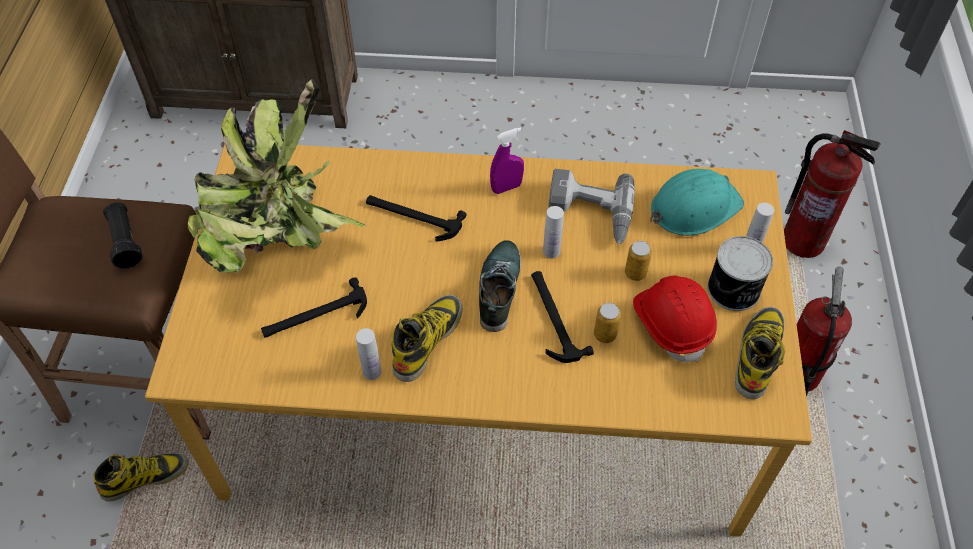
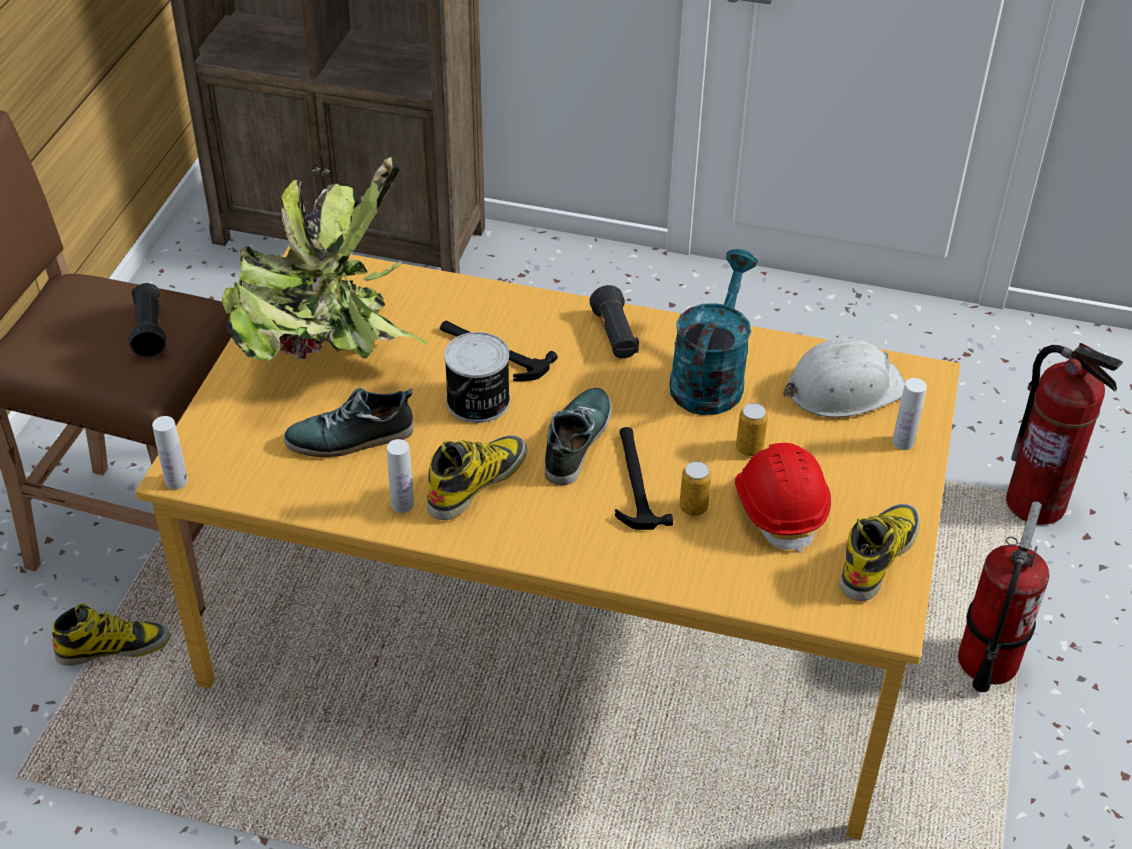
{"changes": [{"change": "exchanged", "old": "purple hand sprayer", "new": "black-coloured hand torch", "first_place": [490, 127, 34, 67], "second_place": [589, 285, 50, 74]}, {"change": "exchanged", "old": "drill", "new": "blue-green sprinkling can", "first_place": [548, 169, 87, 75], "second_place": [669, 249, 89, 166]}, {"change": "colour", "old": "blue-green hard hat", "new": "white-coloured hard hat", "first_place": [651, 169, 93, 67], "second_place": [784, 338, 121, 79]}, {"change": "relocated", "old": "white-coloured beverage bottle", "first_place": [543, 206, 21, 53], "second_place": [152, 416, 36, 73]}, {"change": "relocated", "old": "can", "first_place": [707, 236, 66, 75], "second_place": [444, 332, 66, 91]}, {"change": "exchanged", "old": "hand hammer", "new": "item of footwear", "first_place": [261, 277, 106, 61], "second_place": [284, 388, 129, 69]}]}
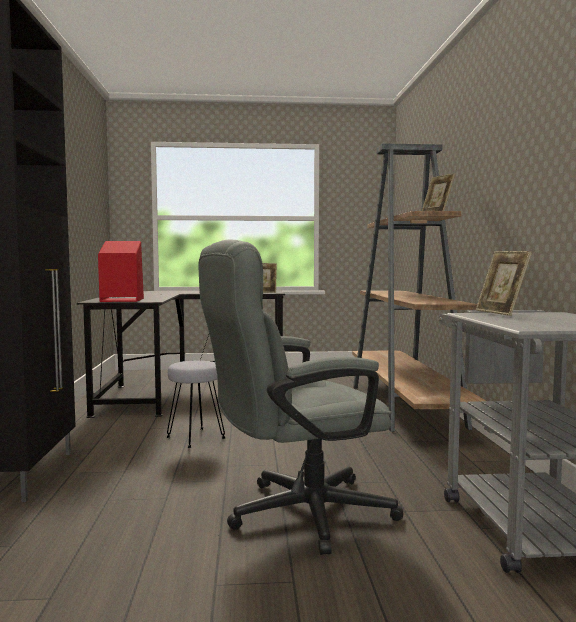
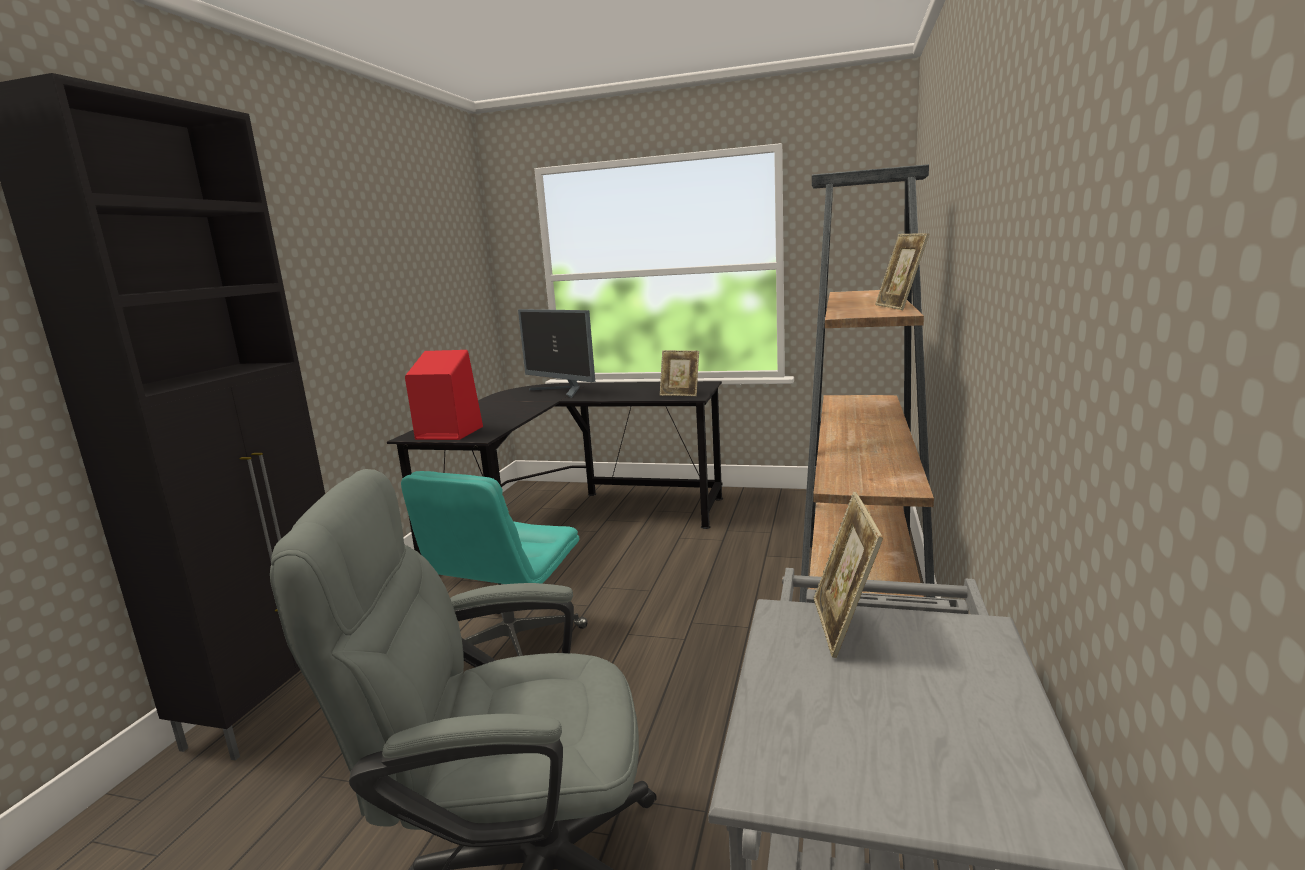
{"changes": [{"change": "exchanged", "old": "grey stool", "new": "blue-green office chair", "first_place": [167, 360, 59, 88], "second_place": [401, 471, 187, 185]}, {"change": "appeared", "new": "computer screen", "second_place": [518, 309, 77, 89]}]}
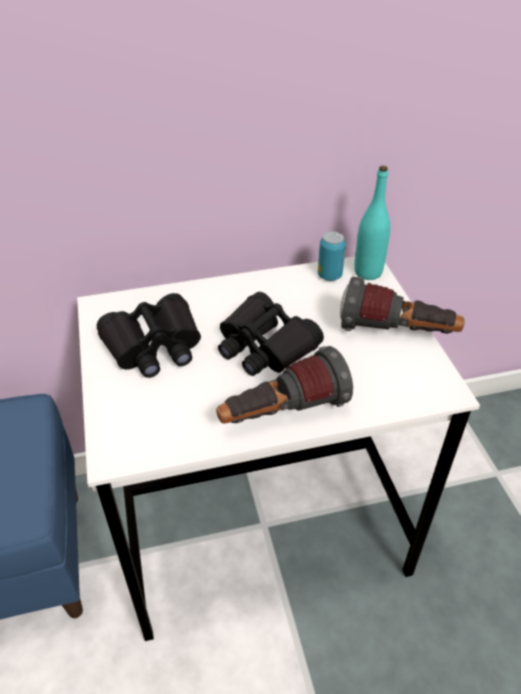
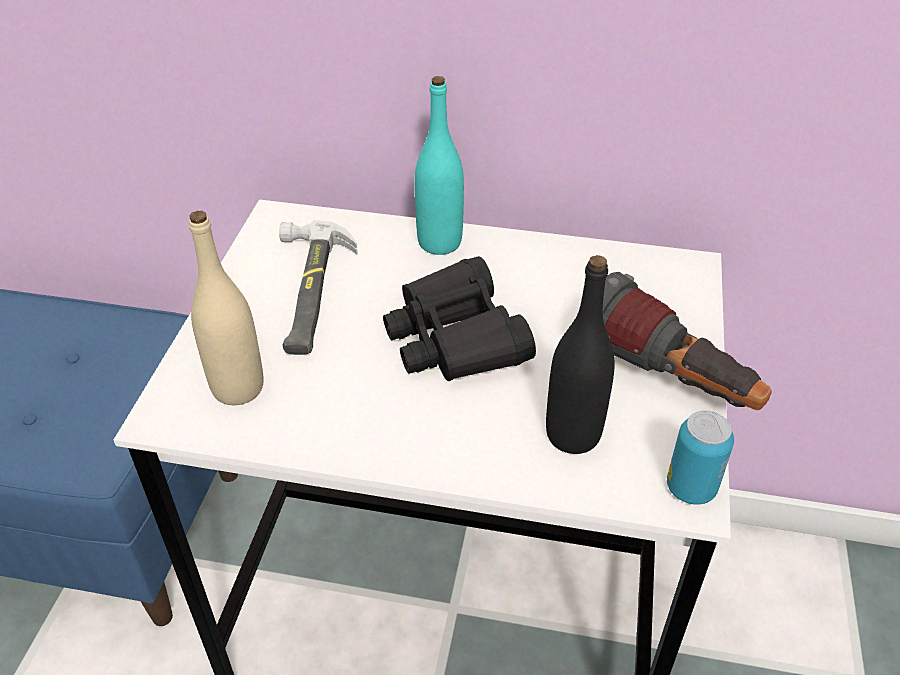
{"changes": [{"change": "relocated", "old": "blue-green beverage bottle", "first_place": [354, 166, 36, 114], "second_place": [415, 76, 49, 179]}, {"change": "relocated", "old": "can", "first_place": [318, 231, 28, 50], "second_place": [667, 411, 67, 94]}, {"change": "exchanged", "old": "black-coloured pair of binoculars", "new": "hand hammer", "first_place": [97, 293, 104, 85], "second_place": [279, 220, 79, 135]}, {"change": "missing", "old": "hand torch", "first_place": [216, 346, 137, 78]}, {"change": "appeared", "new": "beige-coloured beverage bottle", "second_place": [189, 211, 75, 194]}, {"change": "appeared", "new": "black-coloured beverage bottle", "second_place": [546, 255, 69, 199]}]}
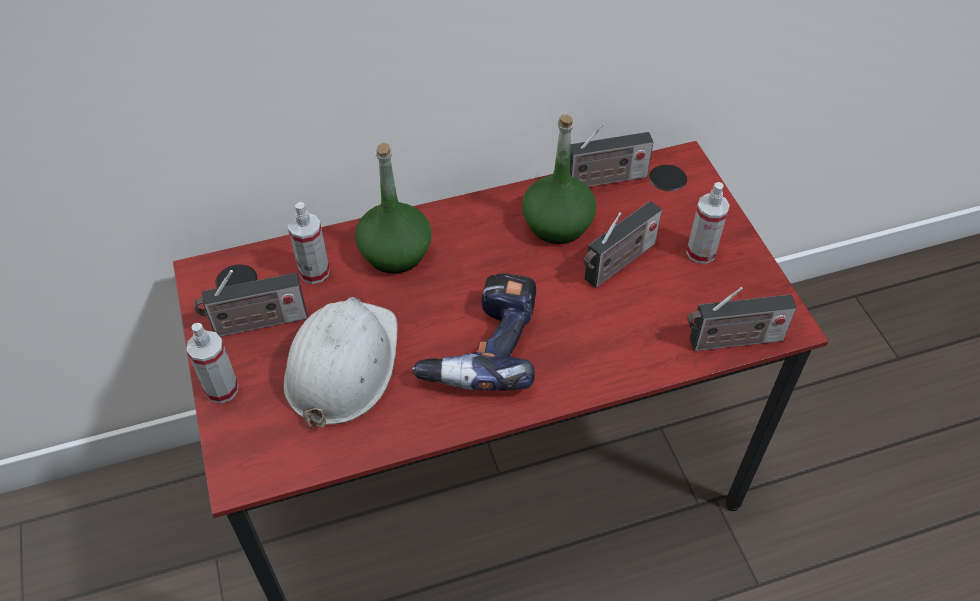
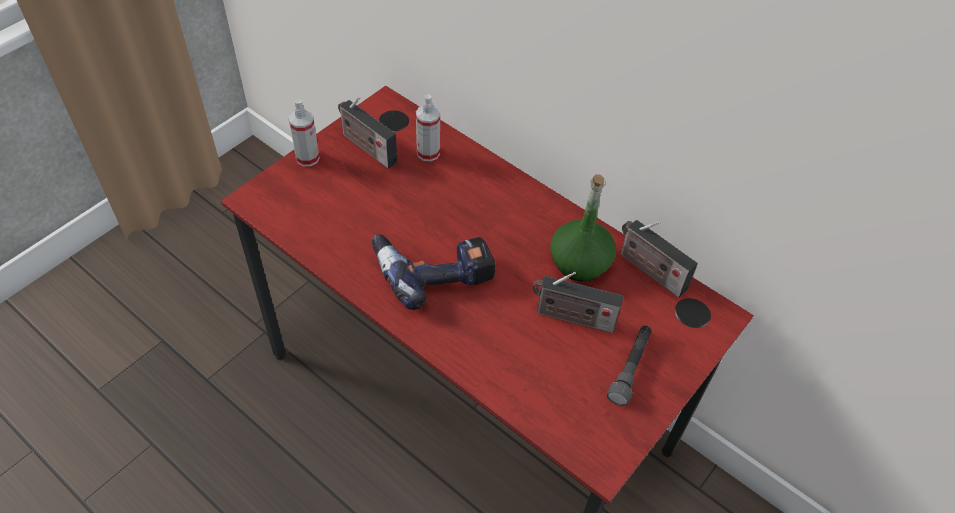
{"changes": [{"change": "missing", "old": "green-coloured beverage bottle", "first_place": [355, 143, 77, 130]}, {"change": "exchanged", "old": "hand sprayer", "new": "grey hand torch", "first_place": [686, 182, 44, 82], "second_place": [607, 325, 45, 81]}, {"change": "missing", "old": "radio", "first_place": [687, 287, 110, 64]}, {"change": "missing", "old": "white-coloured hard hat", "first_place": [284, 297, 114, 132]}]}
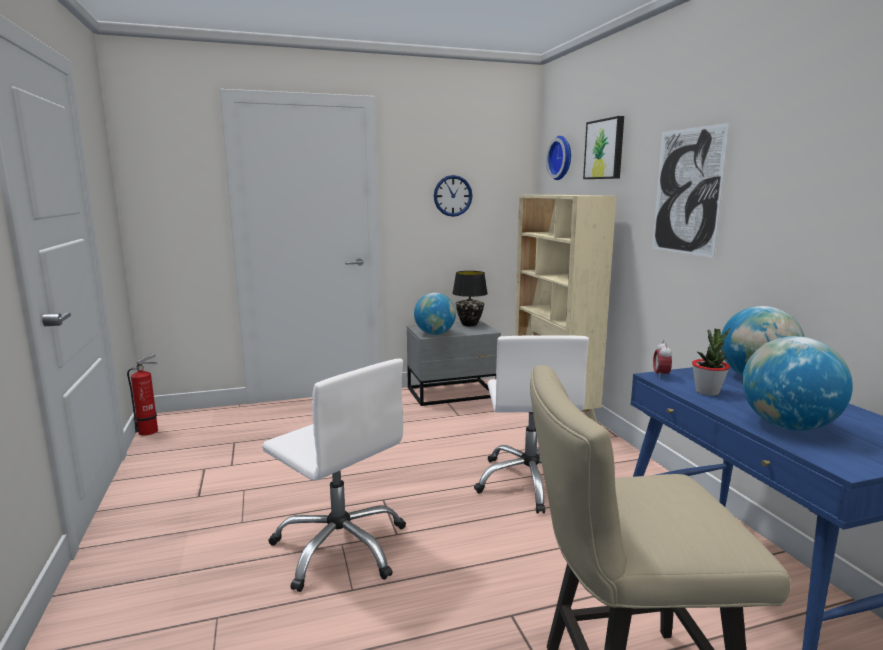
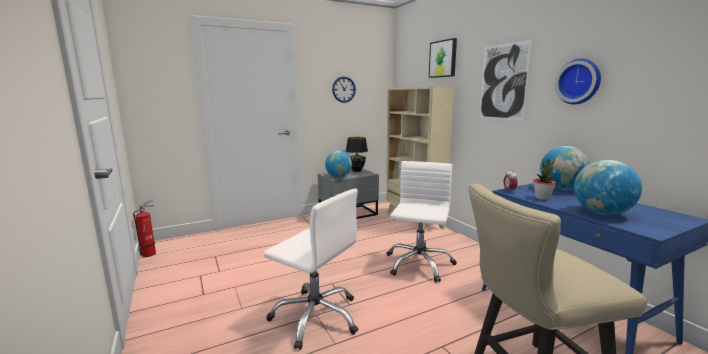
{"changes": [{"change": "relocated", "old": "hanging clock", "first_place": [546, 136, 25, 44], "second_place": [555, 59, 46, 45]}, {"change": "spun", "old": "white-coloured office chair", "first_place": [474, 335, 115, 179], "second_place": [387, 161, 70, 121], "degrees": -150}]}
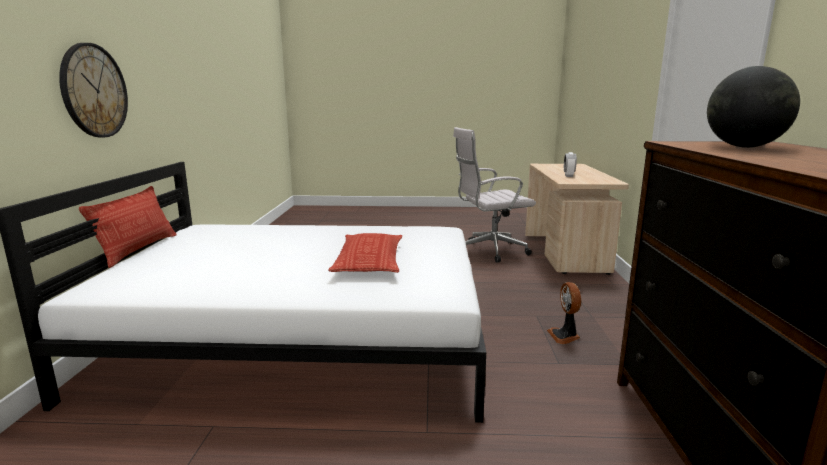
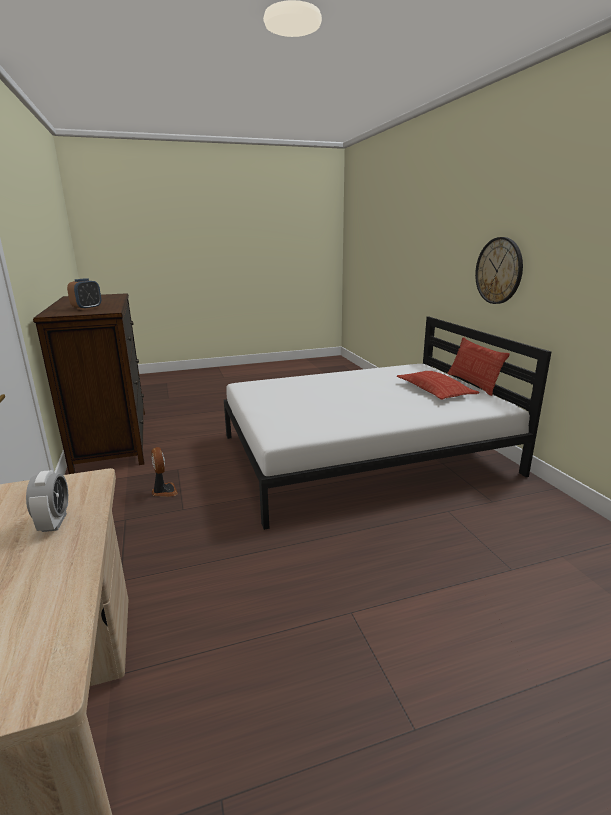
{"changes": [{"change": "exchanged", "old": "desk globe", "new": "alarm clock", "first_place": [707, 66, 93, 82], "second_place": [67, 278, 34, 32]}, {"change": "missing", "old": "white-coloured office chair", "first_place": [453, 127, 83, 136]}, {"change": "relocated", "old": "throw pillow", "first_place": [328, 233, 74, 40], "second_place": [397, 371, 83, 29]}]}
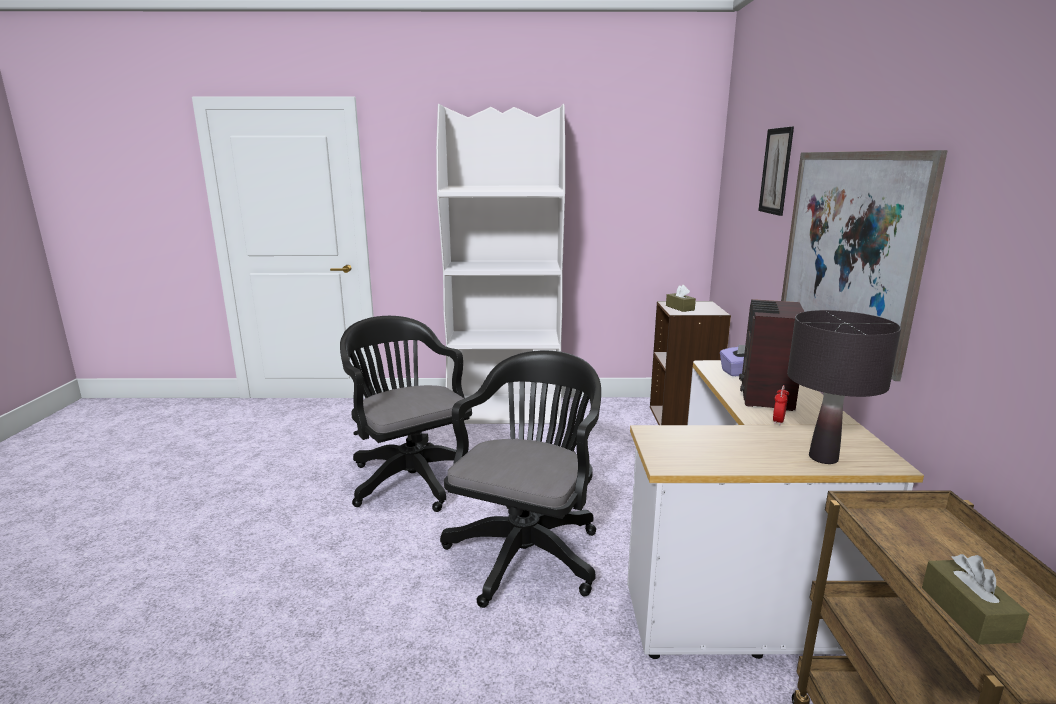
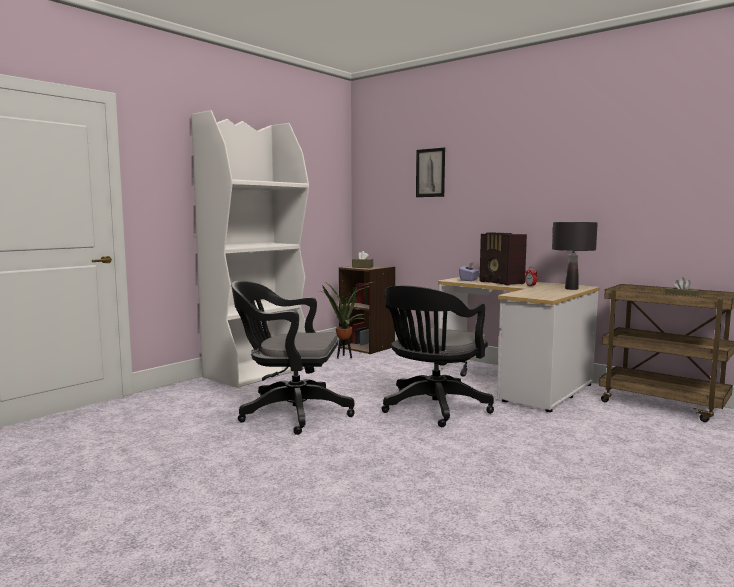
{"changes": [{"change": "missing", "old": "picture", "first_place": [781, 150, 167, 231]}, {"change": "spun", "old": "black-coloured office chair", "first_place": [440, 350, 161, 258], "second_place": [381, 286, 113, 141], "degrees": -120}, {"change": "appeared", "new": "houseplant", "second_place": [319, 282, 54, 77]}]}
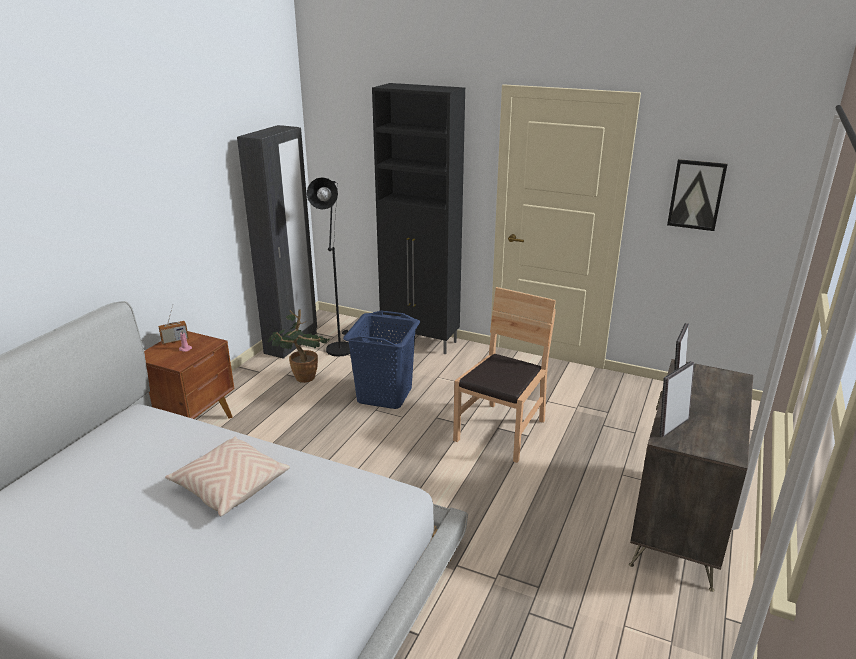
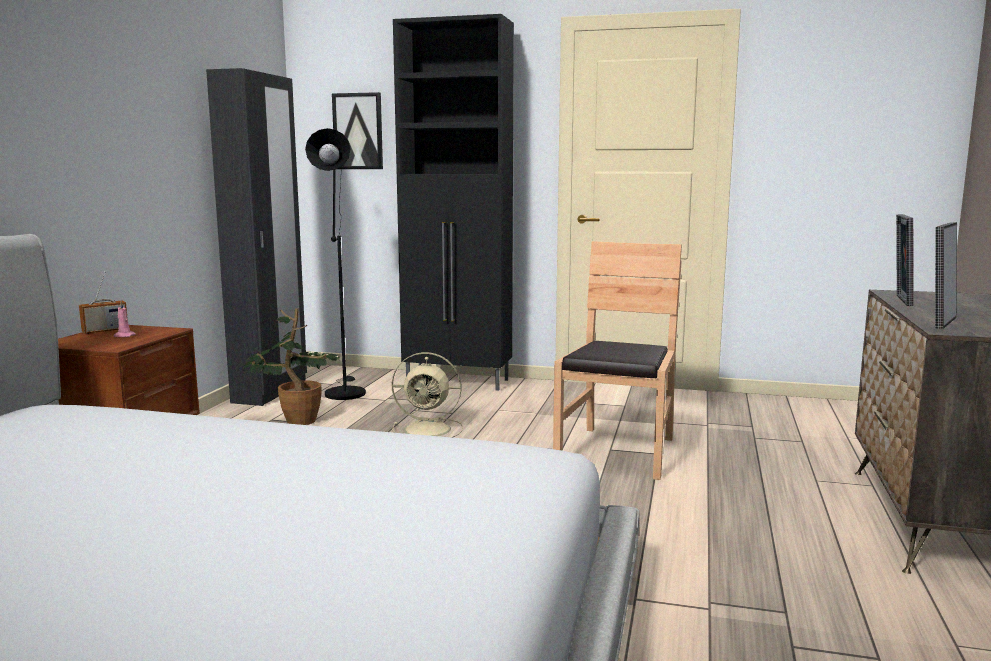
{"changes": [{"change": "relocated", "old": "picture", "first_place": [667, 159, 61, 72], "second_place": [332, 92, 51, 77]}, {"change": "exchanged", "old": "blue washing basket", "new": "beige-coloured fan", "first_place": [343, 311, 77, 98], "second_place": [392, 352, 71, 86]}, {"change": "missing", "old": "beige-coloured throw pillow", "first_place": [165, 436, 125, 80]}]}
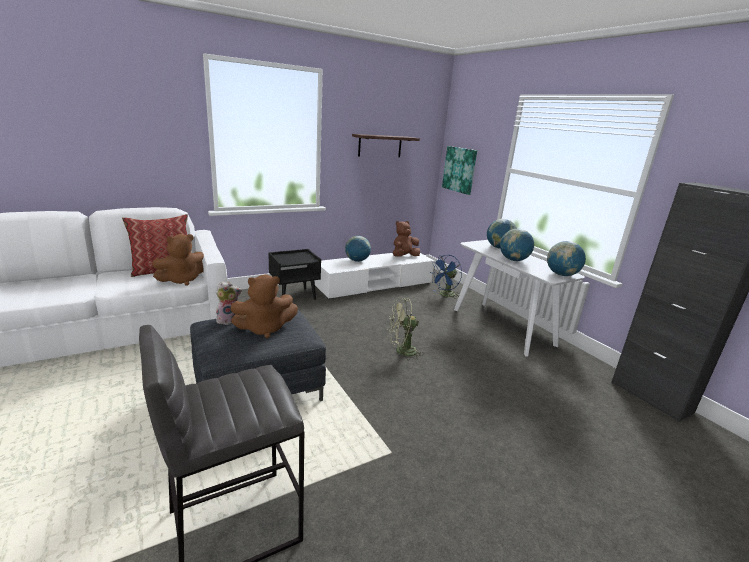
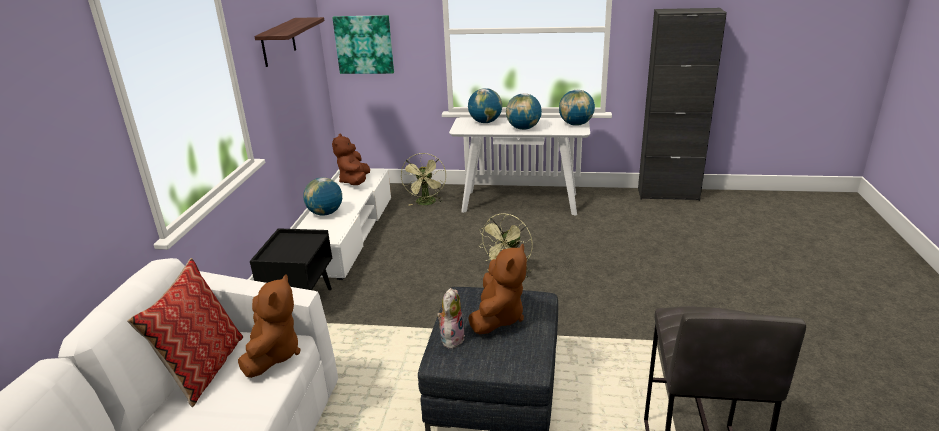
{"changes": [{"change": "colour", "old": "blue fan", "new": "green-coloured fan", "first_place": [430, 255, 32, 44], "second_place": [401, 153, 45, 52]}]}
